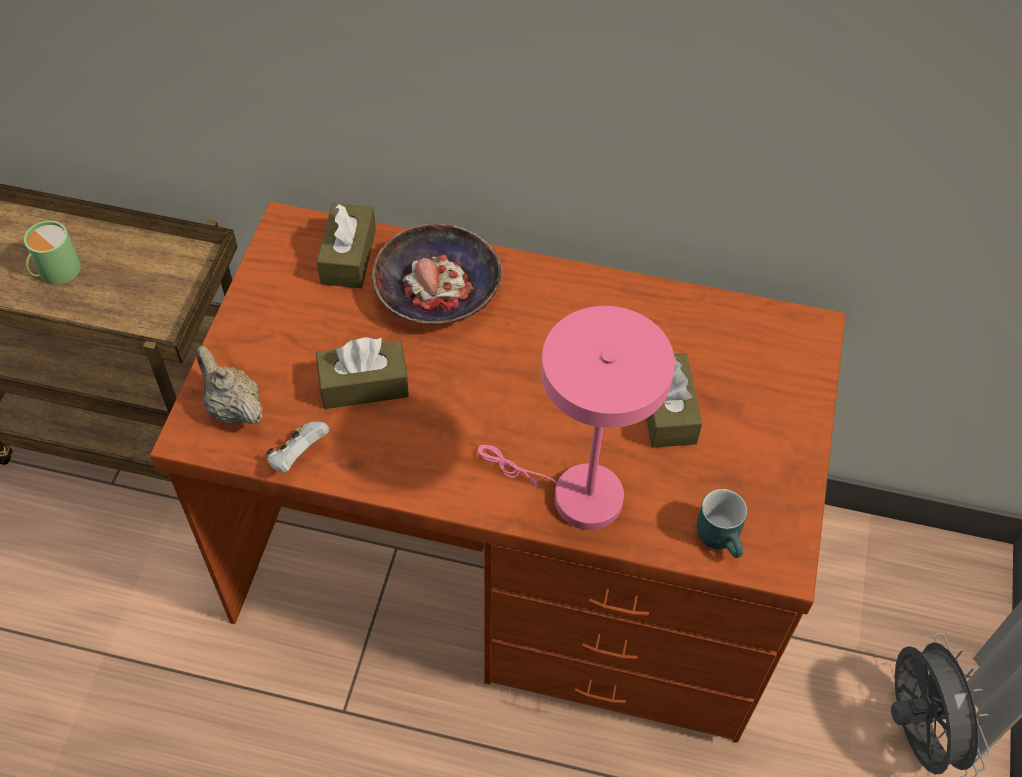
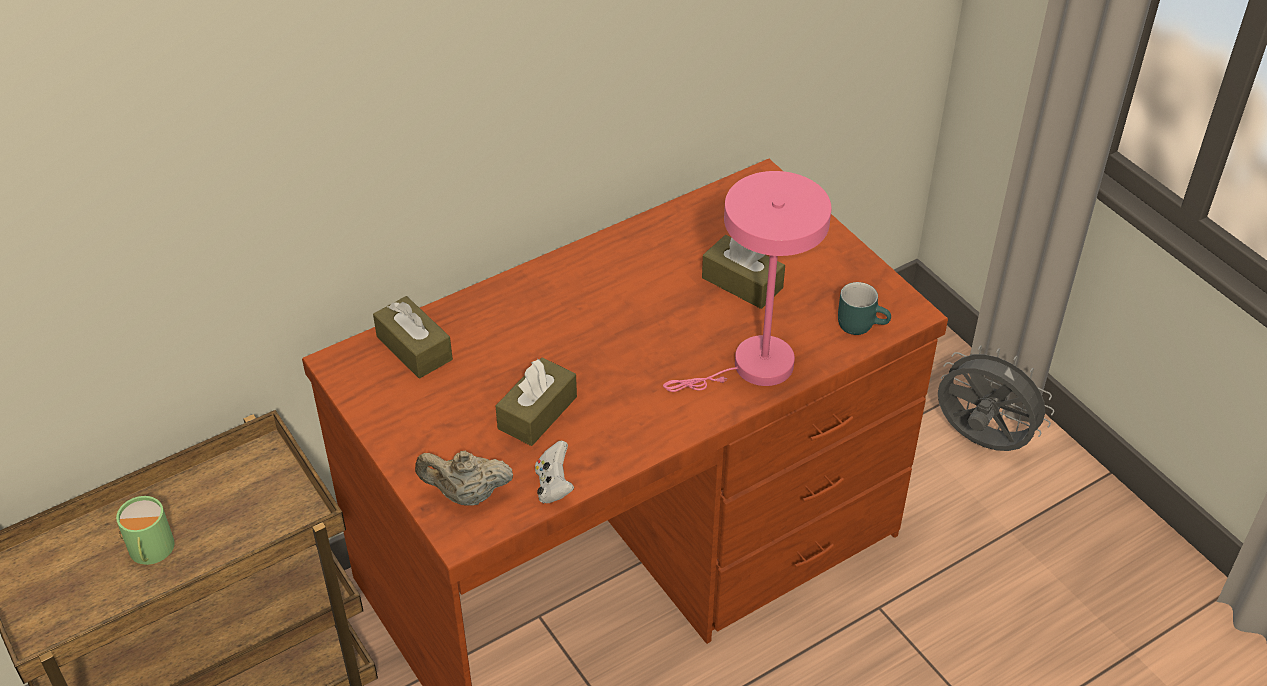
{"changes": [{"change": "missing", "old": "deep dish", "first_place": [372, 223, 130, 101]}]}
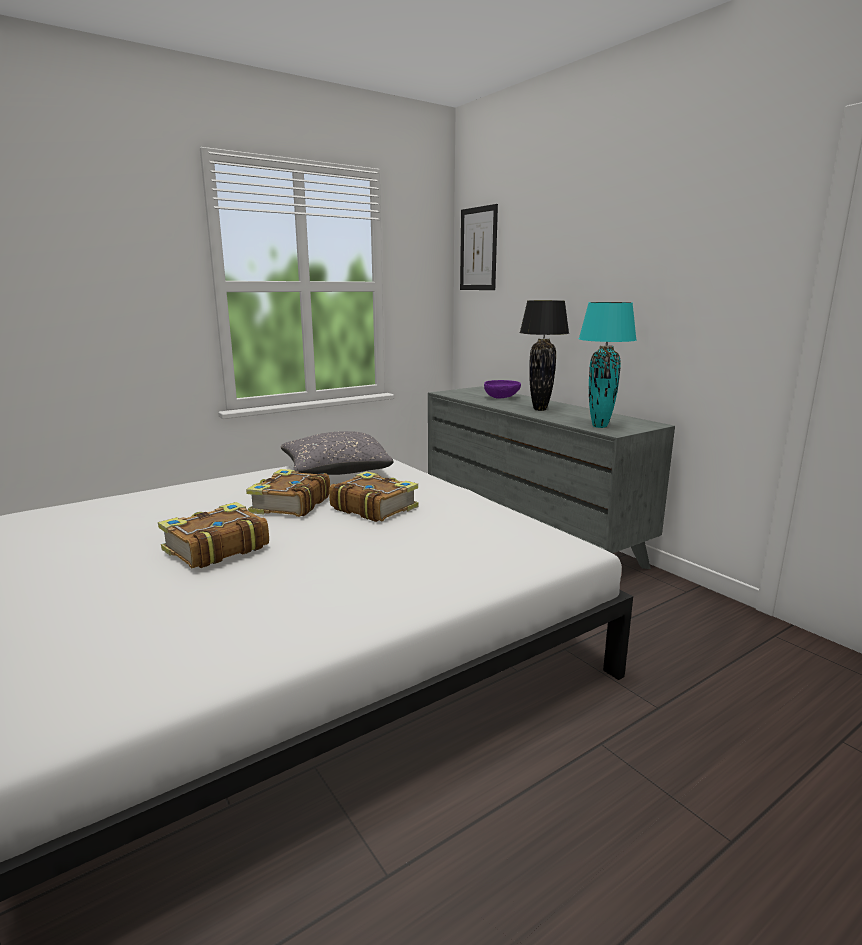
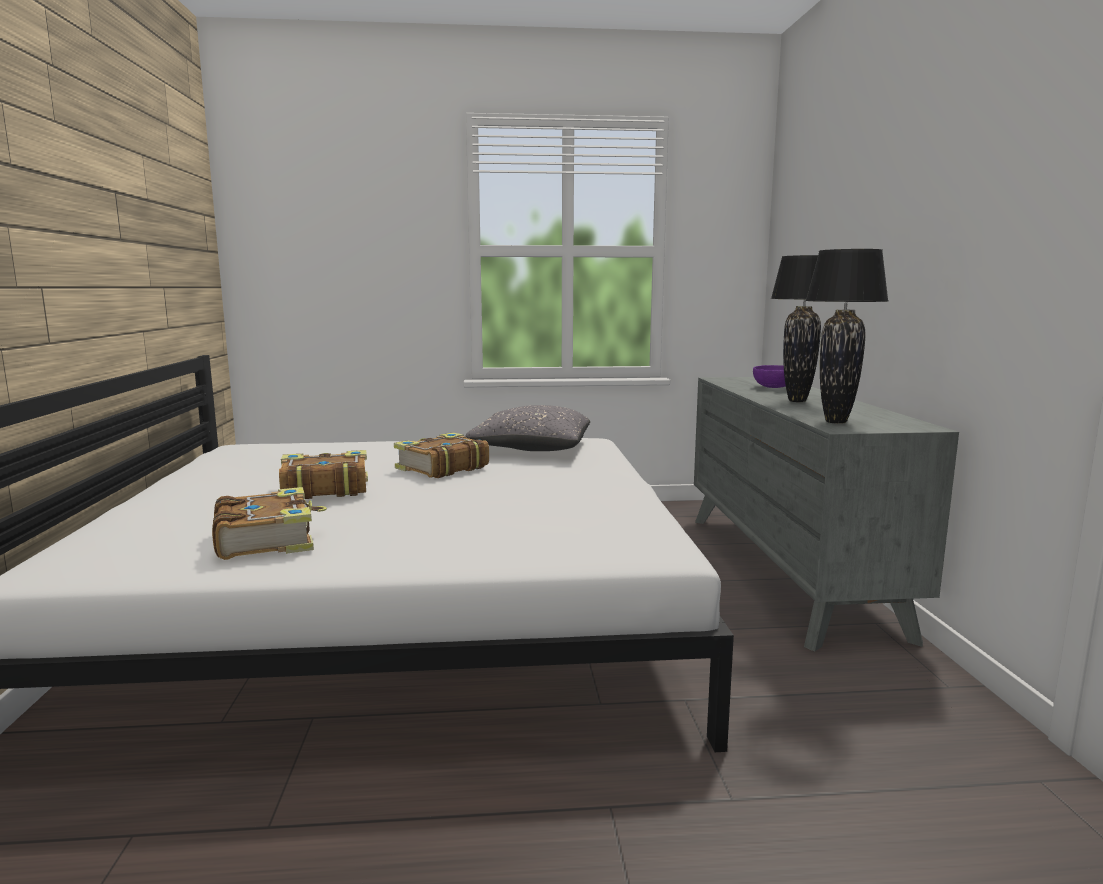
{"changes": [{"change": "missing", "old": "picture", "first_place": [460, 204, 38, 86]}, {"change": "colour", "old": "blue-green tabletop lamp", "new": "black-coloured tabletop lamp", "first_place": [579, 302, 58, 126], "second_place": [805, 249, 84, 175]}, {"change": "relocated", "old": "volume", "first_place": [329, 471, 89, 51], "second_place": [212, 487, 115, 73]}]}
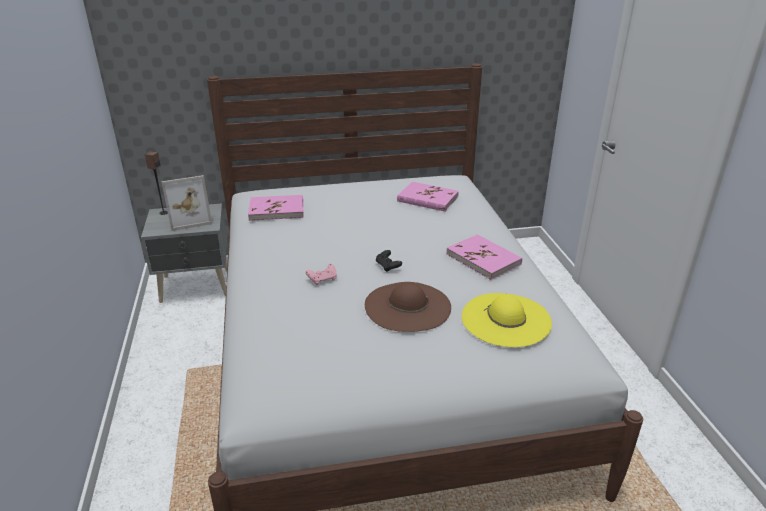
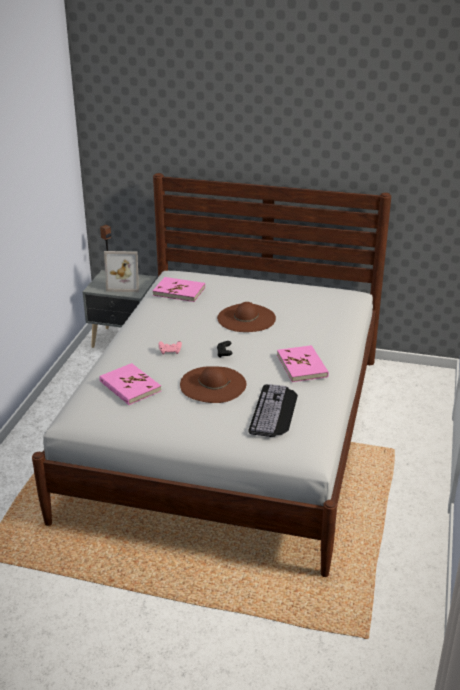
{"changes": [{"change": "relocated", "old": "pinkish volume", "first_place": [397, 182, 62, 30], "second_place": [99, 363, 62, 42]}, {"change": "exchanged", "old": "yellowish hat", "new": "PC keyboard", "first_place": [462, 293, 90, 54], "second_place": [248, 384, 50, 53]}, {"change": "appeared", "new": "brown-coloured hat", "second_place": [217, 302, 59, 30]}]}
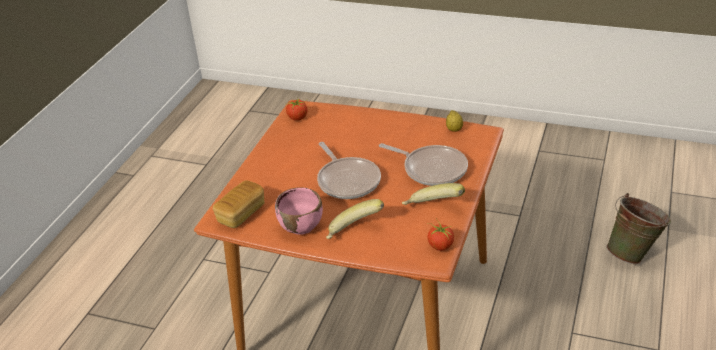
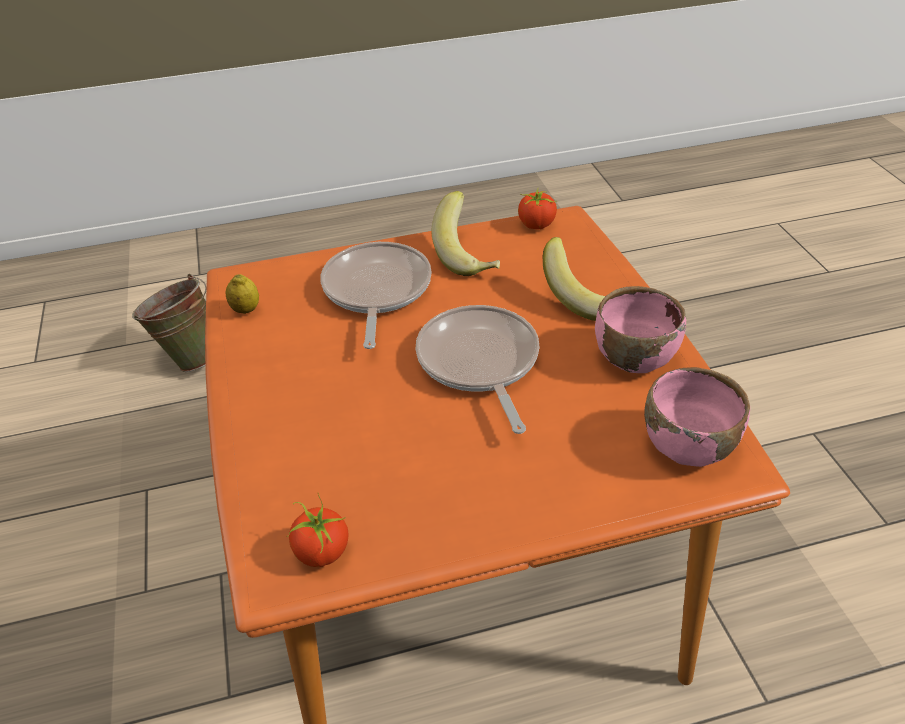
{"changes": [{"change": "spun", "old": "frying pan", "first_place": [317, 142, 64, 57], "second_place": [416, 305, 123, 129], "degrees": -45}, {"change": "exchanged", "old": "bread", "new": "pinkish deep dish", "first_place": [213, 180, 51, 48], "second_place": [644, 367, 106, 100]}]}
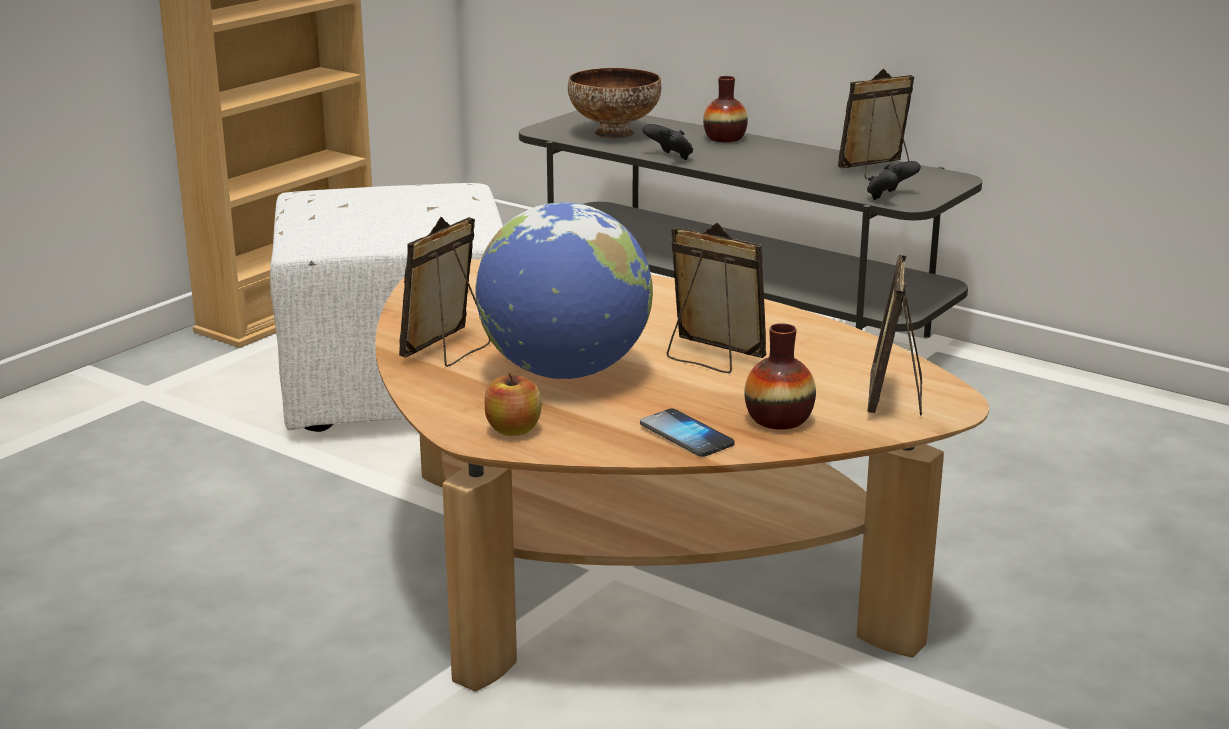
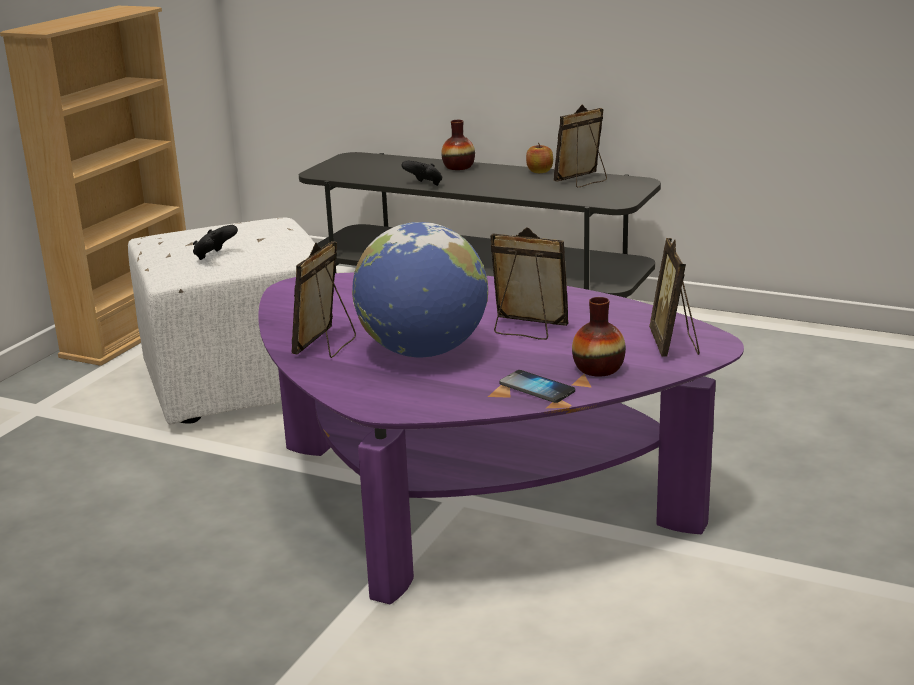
{"changes": [{"change": "missing", "old": "deep dish", "first_place": [568, 68, 93, 70]}, {"change": "relocated", "old": "black-coloured gamepad", "first_place": [867, 161, 54, 39], "second_place": [193, 225, 45, 35]}, {"change": "colour", "old": "brown-coloured coffee table", "new": "purple coffee table", "first_place": [375, 259, 614, 433], "second_place": [258, 272, 486, 333]}, {"change": "relocated", "old": "whole apple", "first_place": [485, 373, 57, 63], "second_place": [526, 142, 27, 31]}]}
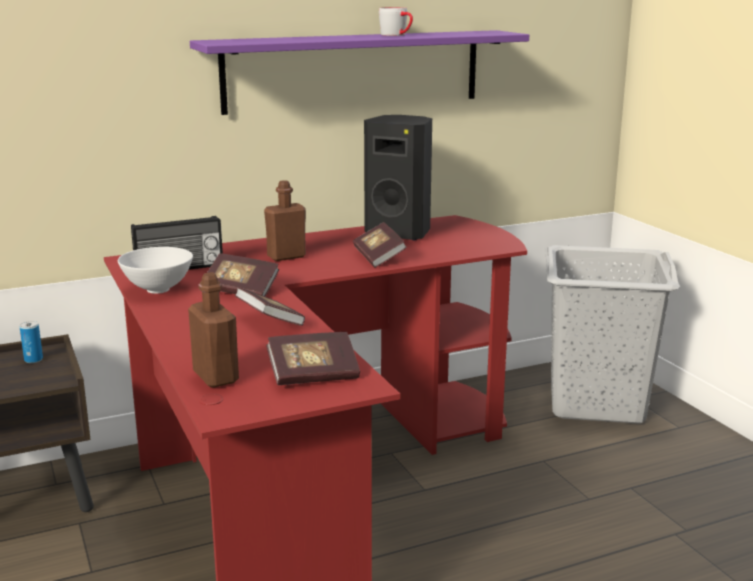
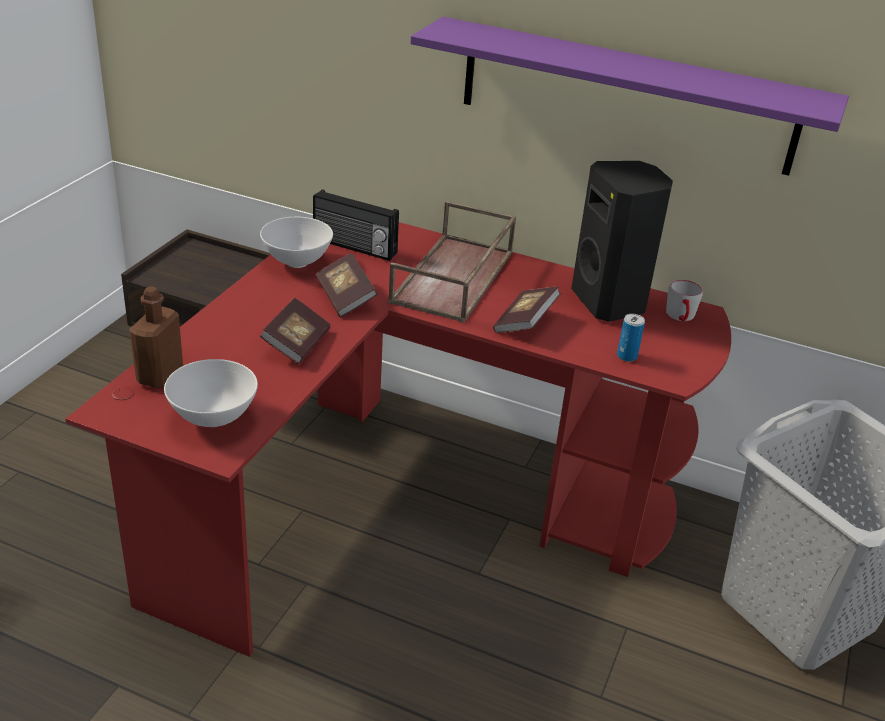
{"changes": [{"change": "relocated", "old": "grey tea mug", "first_place": [379, 7, 34, 29], "second_place": [666, 280, 37, 42]}, {"change": "exchanged", "old": "brown-coloured beverage bottle", "new": "brown-coloured carrying tray", "first_place": [264, 180, 42, 81], "second_place": [388, 201, 128, 122]}, {"change": "relocated", "old": "can", "first_place": [20, 321, 23, 42], "second_place": [617, 314, 28, 48]}, {"change": "exchanged", "old": "volume", "new": "white-coloured deep dish", "first_place": [266, 332, 94, 53], "second_place": [164, 359, 94, 68]}]}
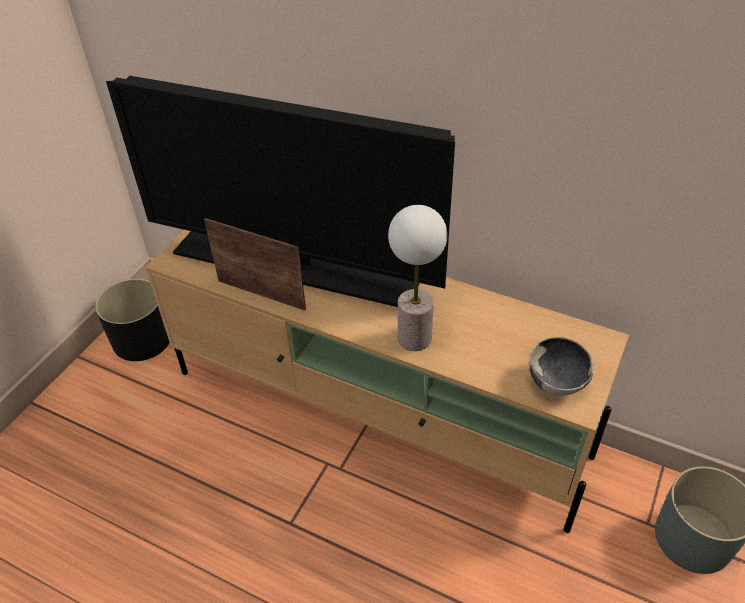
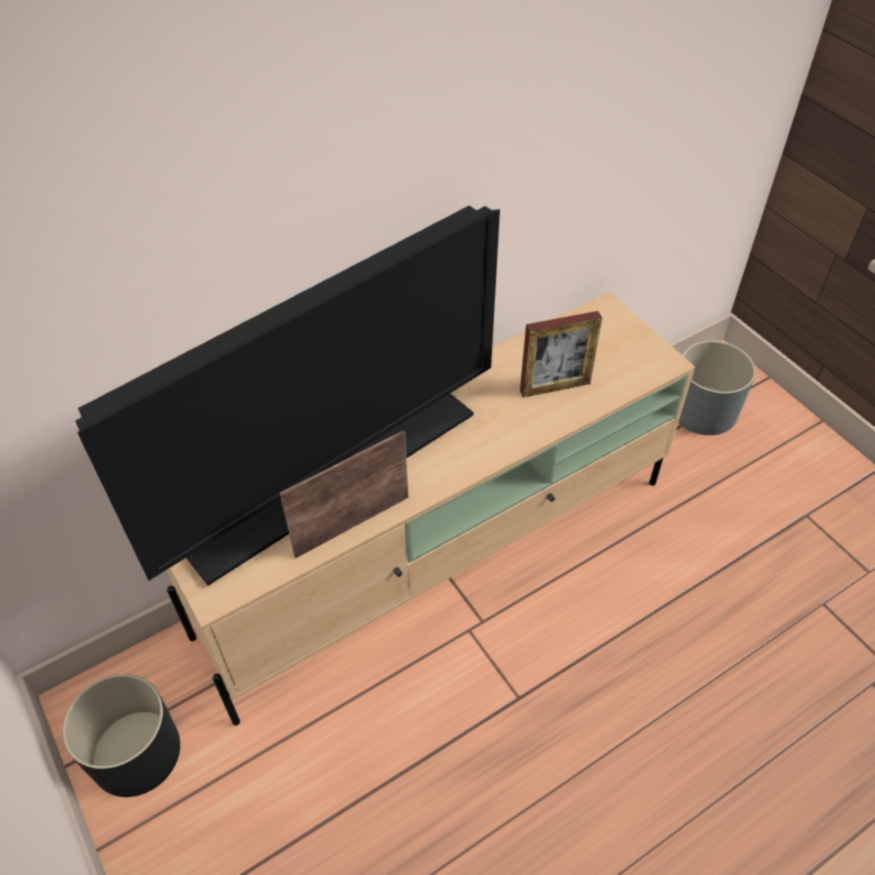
{"changes": [{"change": "missing", "old": "tabletop lamp", "first_place": [388, 205, 59, 146]}, {"change": "missing", "old": "deep dish", "first_place": [529, 337, 65, 59]}, {"change": "appeared", "new": "photo frame", "second_place": [520, 311, 82, 87]}]}
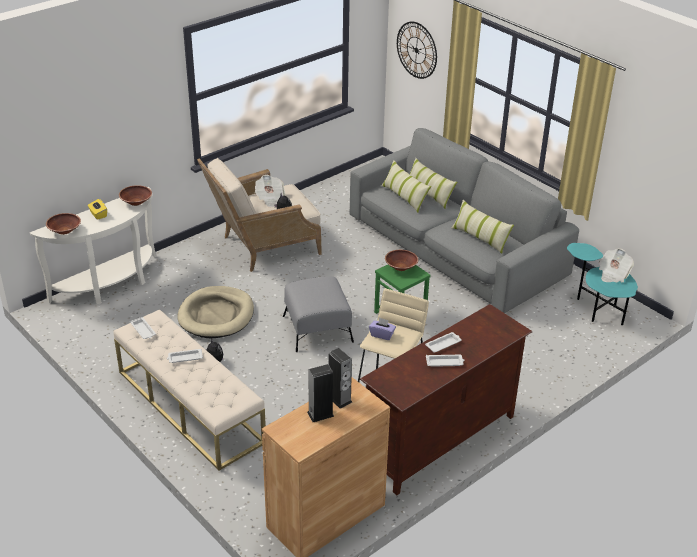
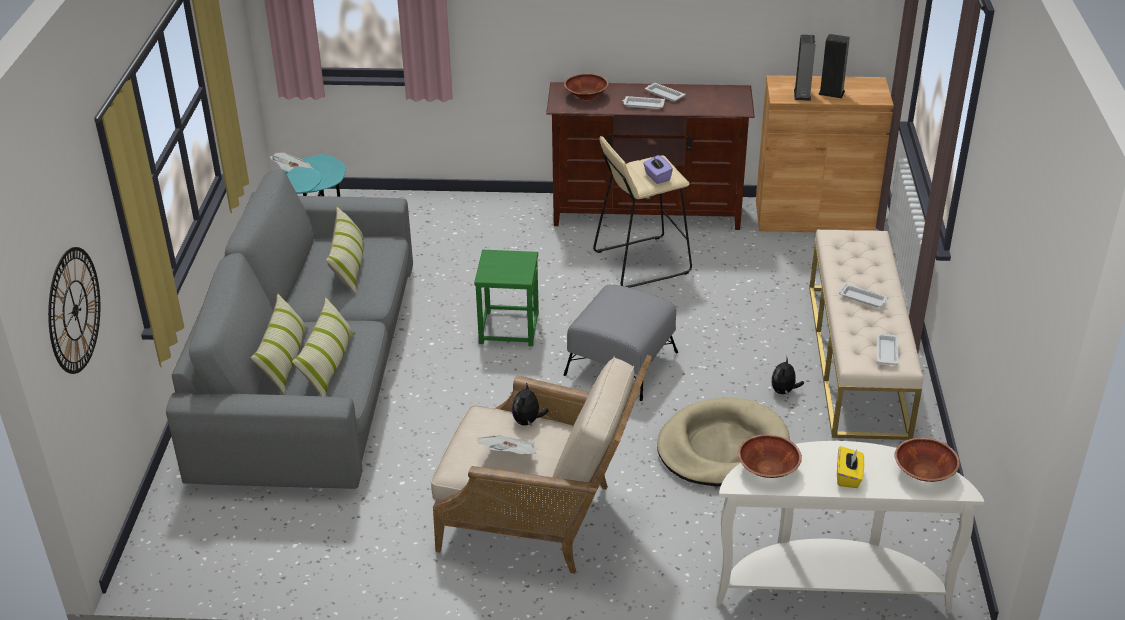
{"changes": [{"change": "relocated", "old": "brown-coloured deep dish", "first_place": [385, 250, 33, 21], "second_place": [564, 74, 45, 26]}]}
